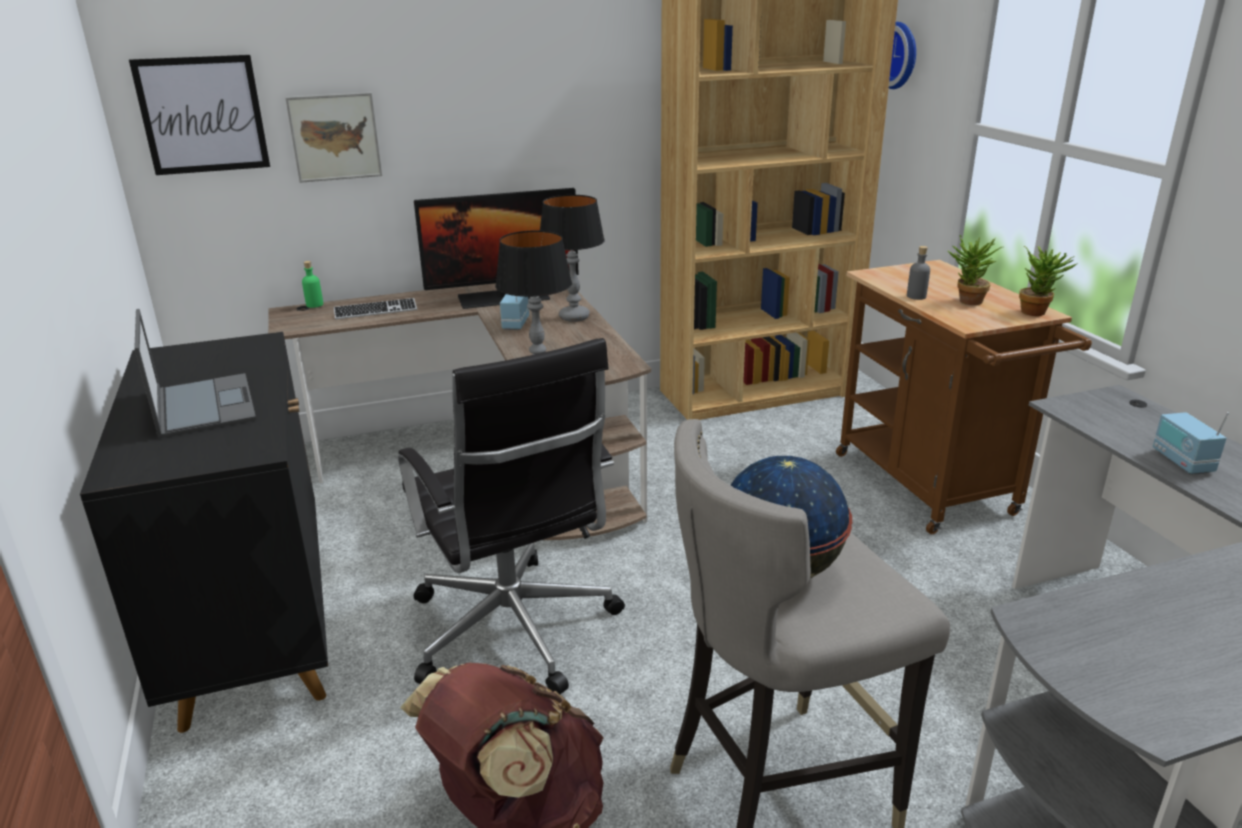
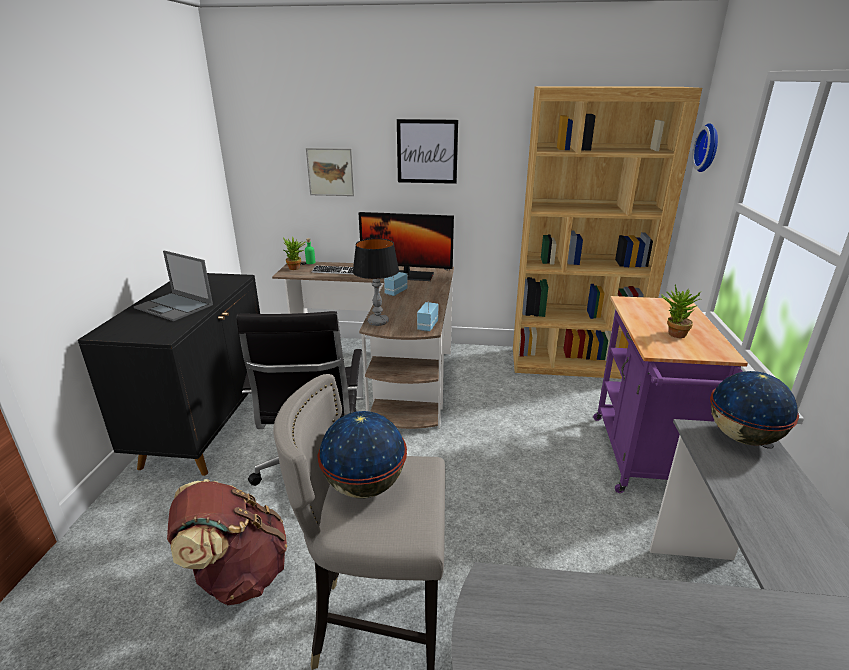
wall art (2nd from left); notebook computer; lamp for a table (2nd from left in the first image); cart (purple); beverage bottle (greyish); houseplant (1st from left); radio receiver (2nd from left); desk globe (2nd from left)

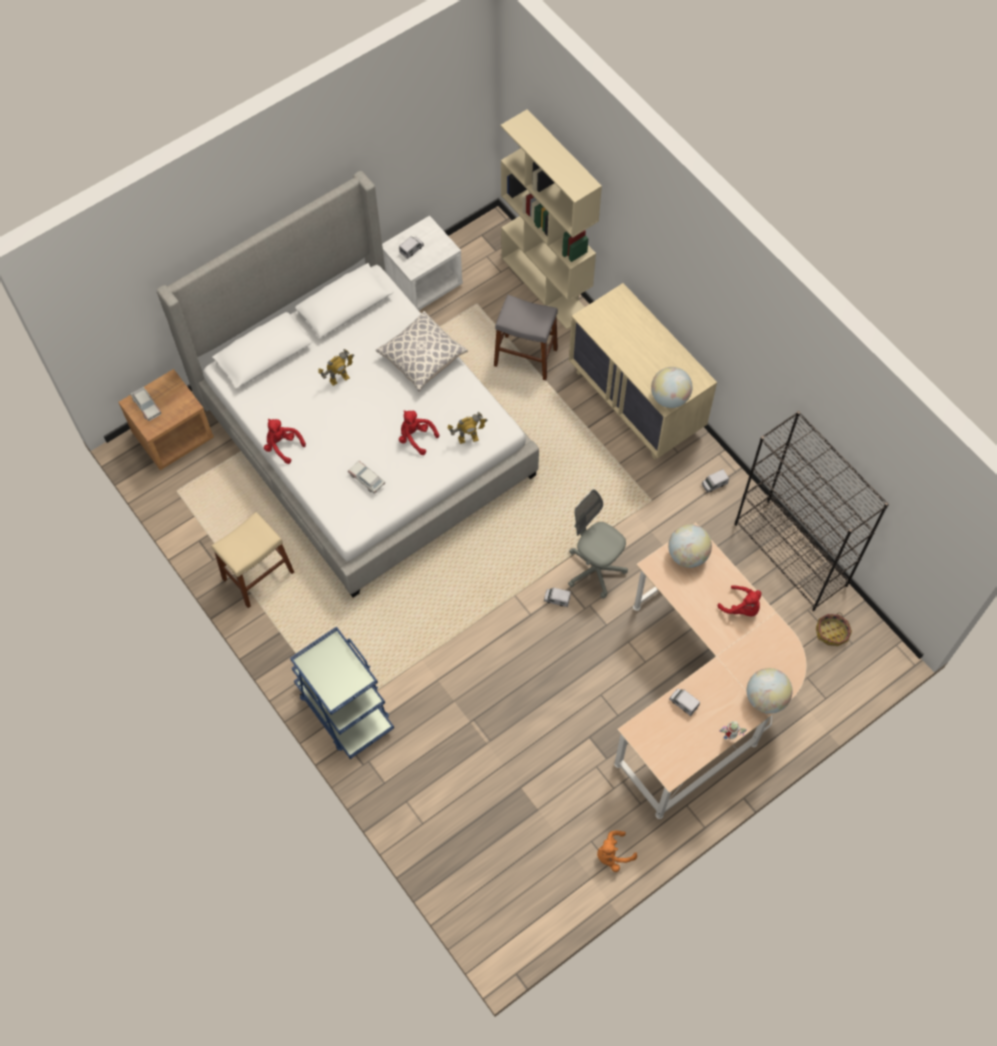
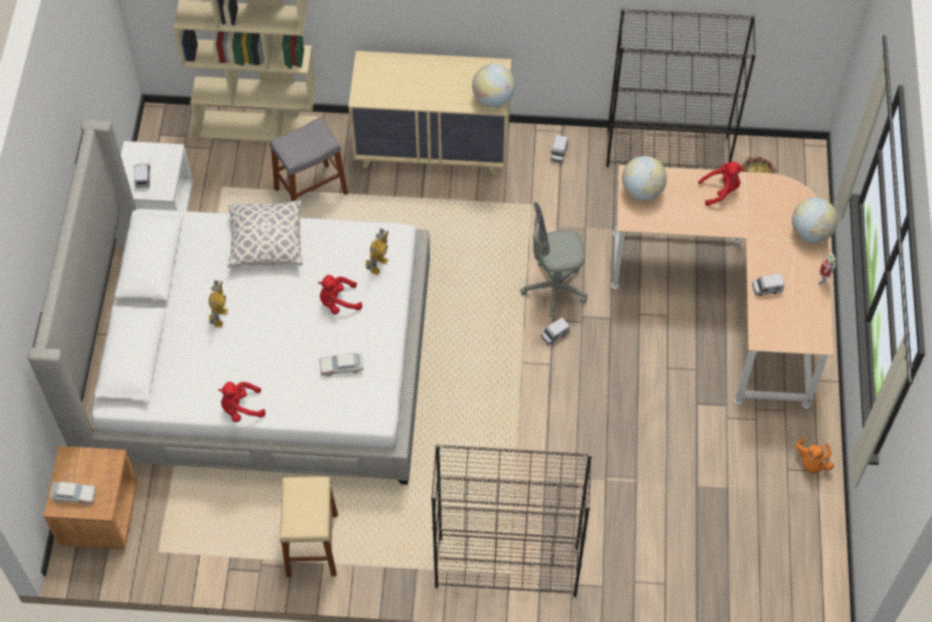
shelving unit (black) (1st from left)

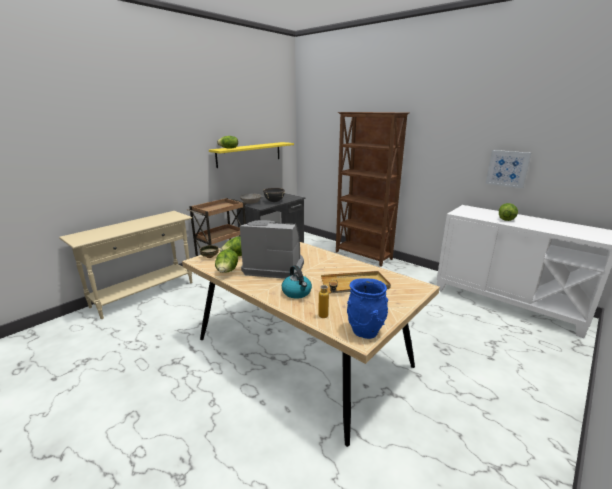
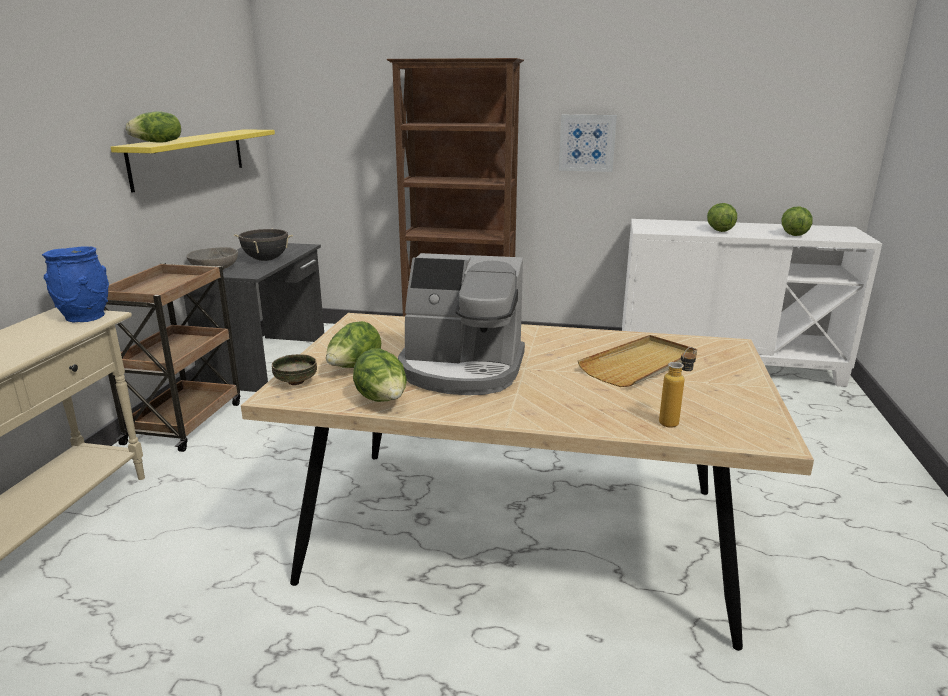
coffee maker; tea kettle; flower vase (blue); wall art; head of lettuce (5th from left)

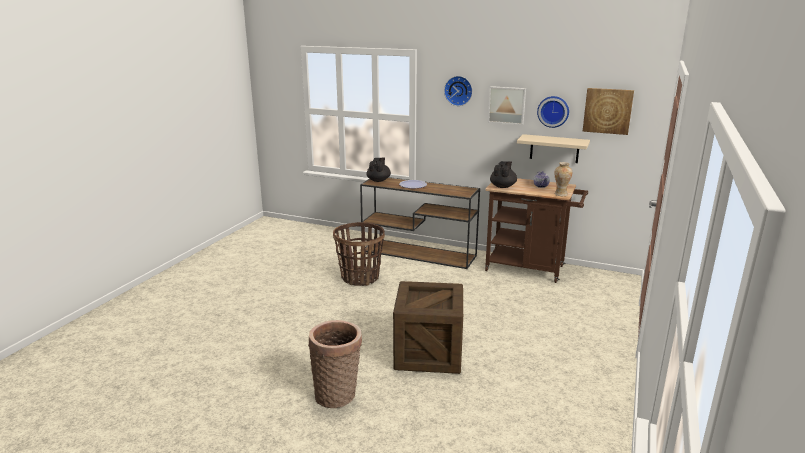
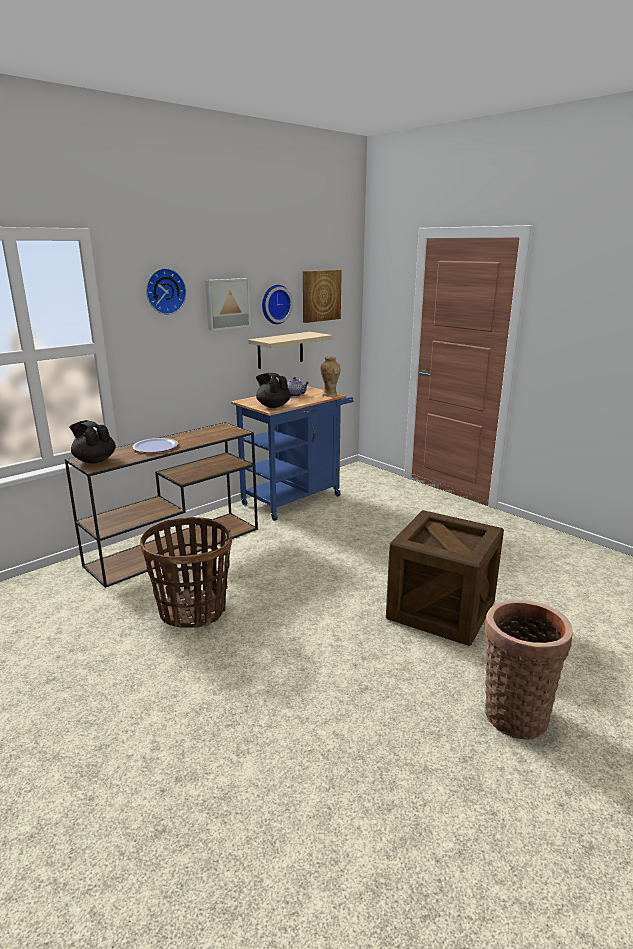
cart (blue)

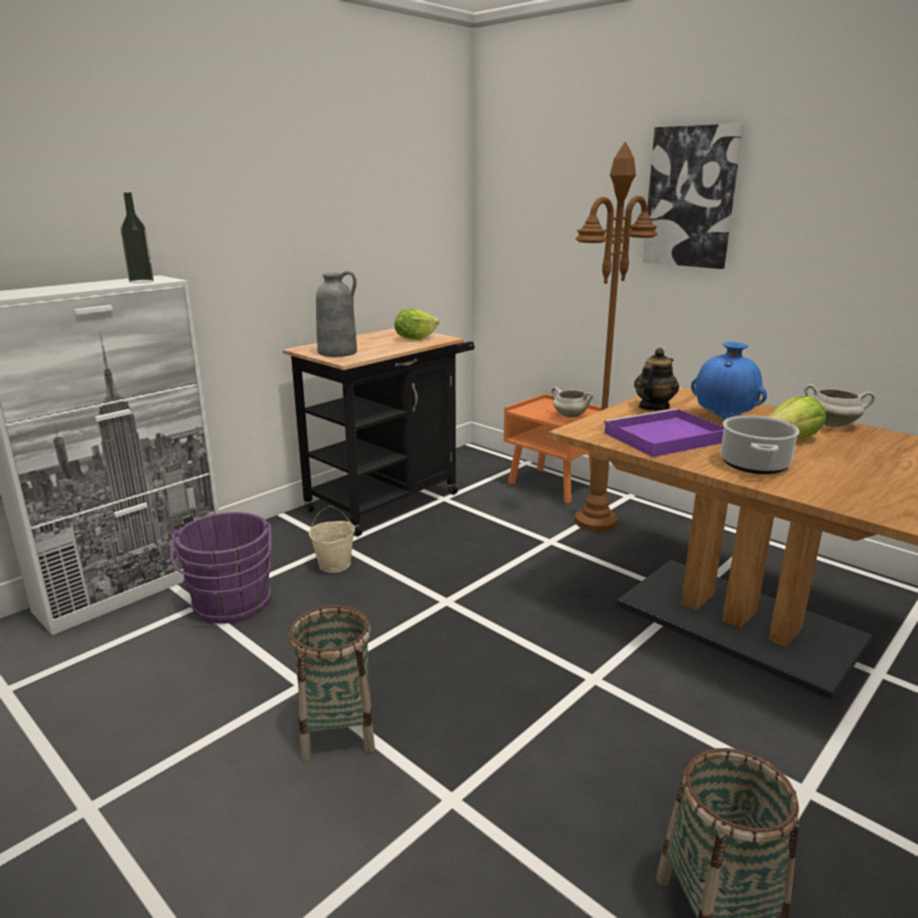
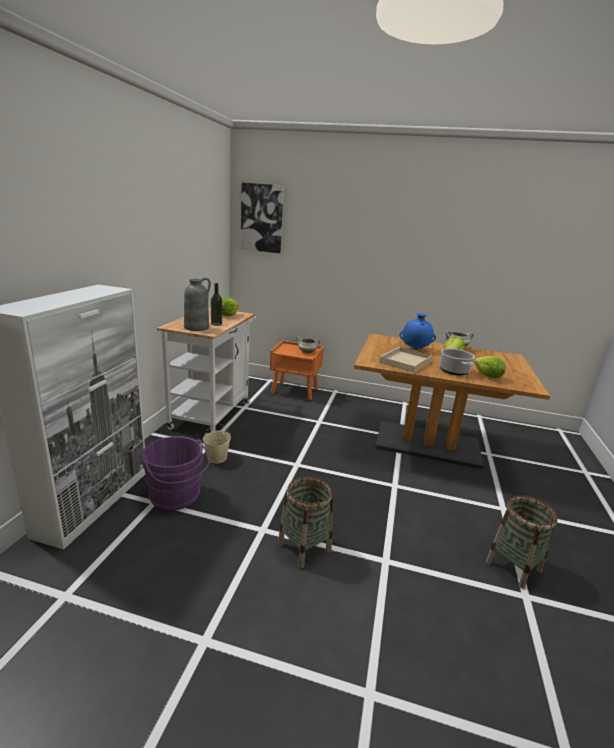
beverage bottle; cart (white-coloured); standard lamp (brown-coloured); serving tray (sand-coloured); pot for tea; wall art; head of lettuce (3rd from left)

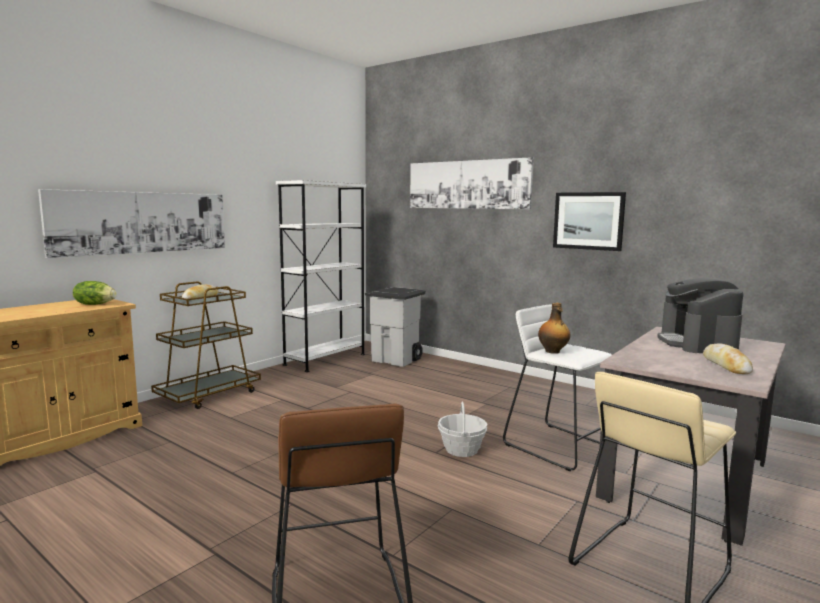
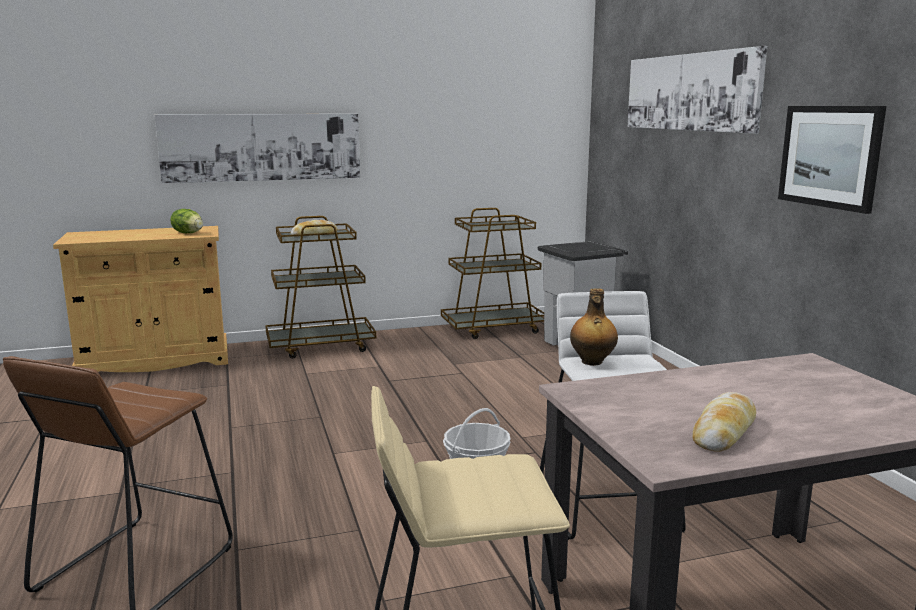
cart (brown-coloured) (2nd from left); coffee maker

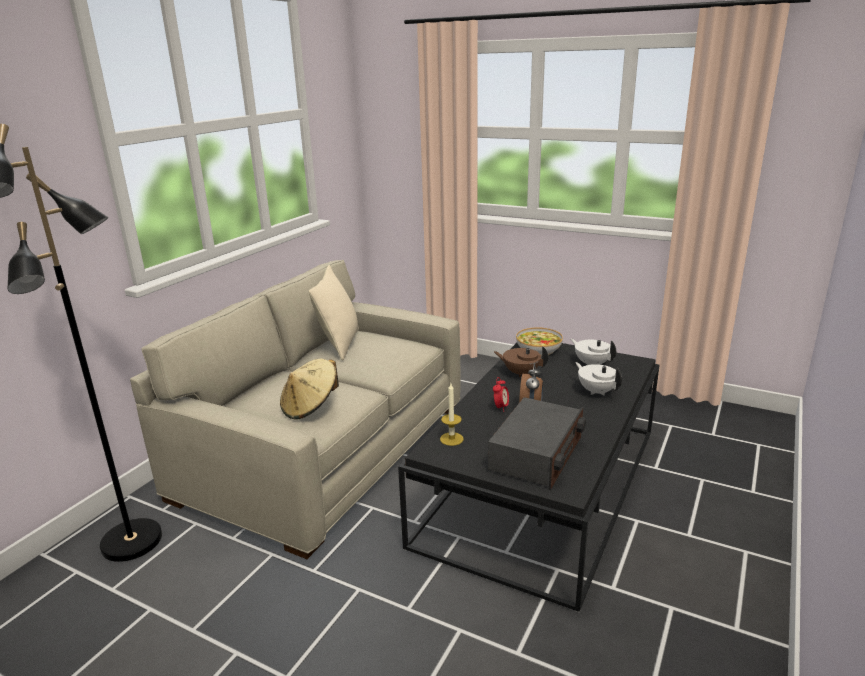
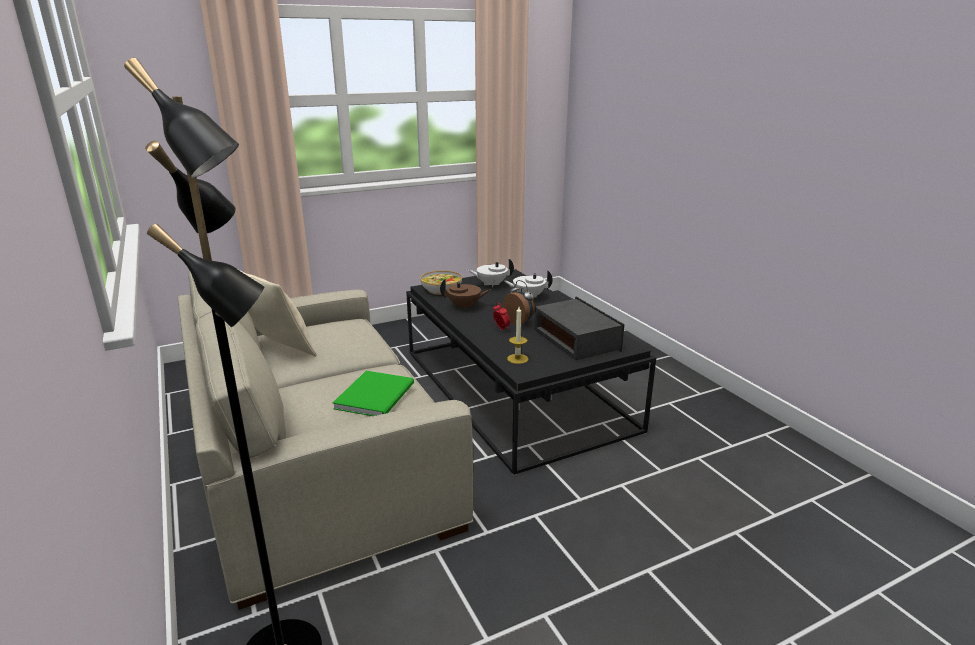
bound book (green); pot for tea (brown-coloured)

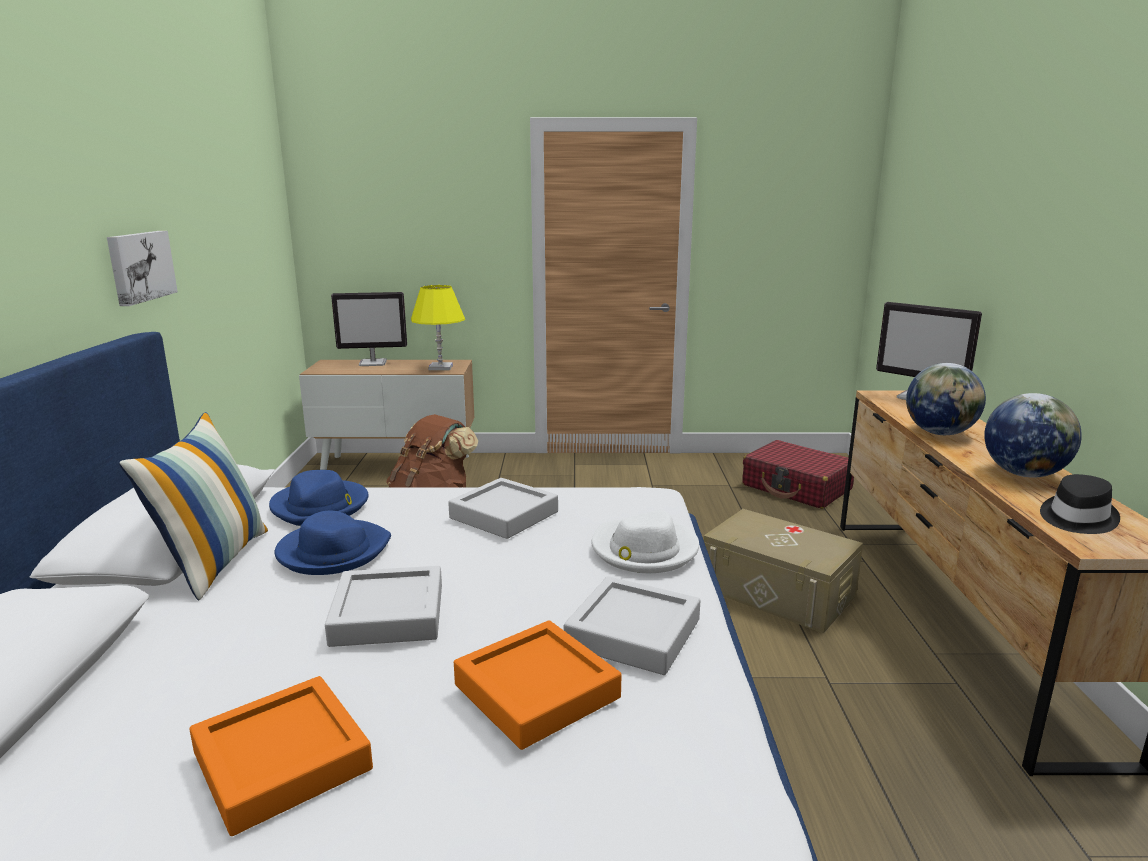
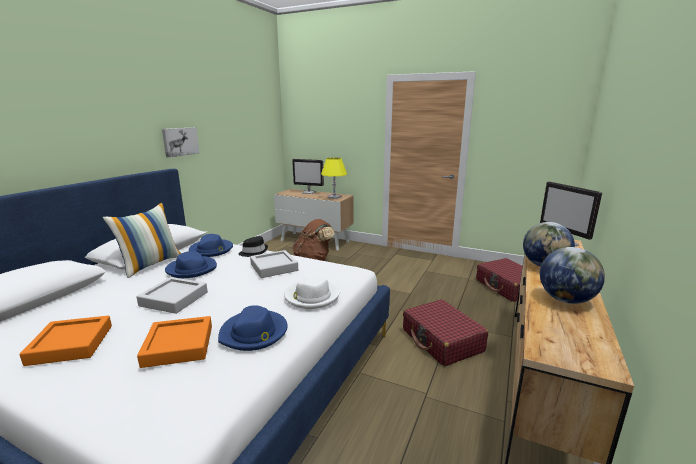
wearable hat (blue) (3rd from left); travel case (red) (1st from left); wearable hat (black)

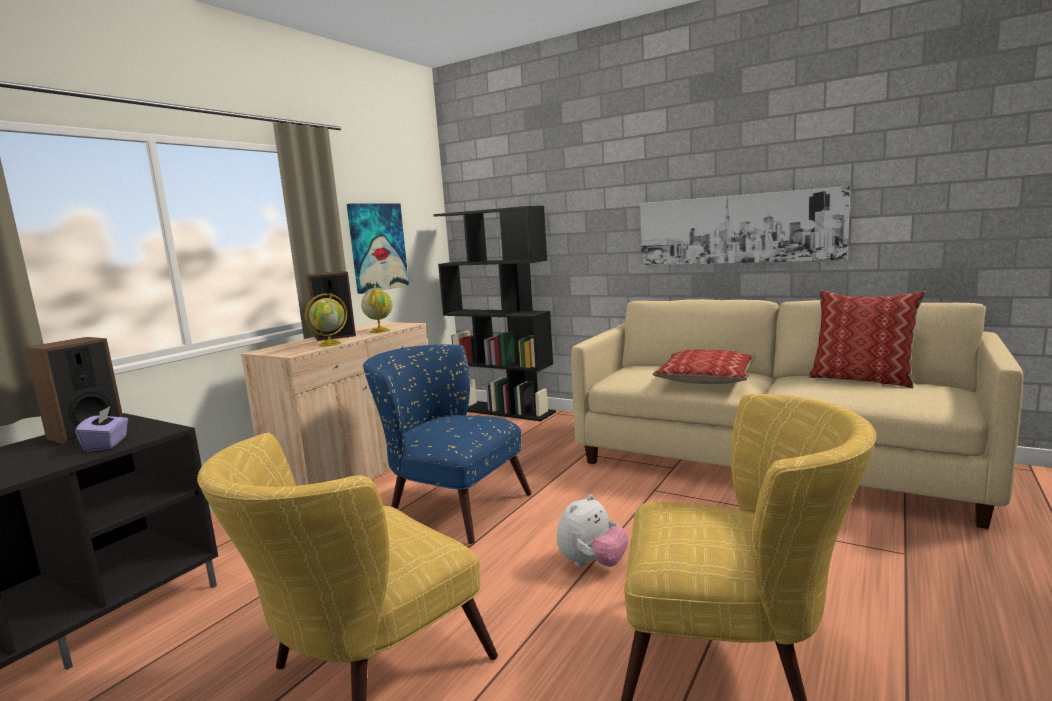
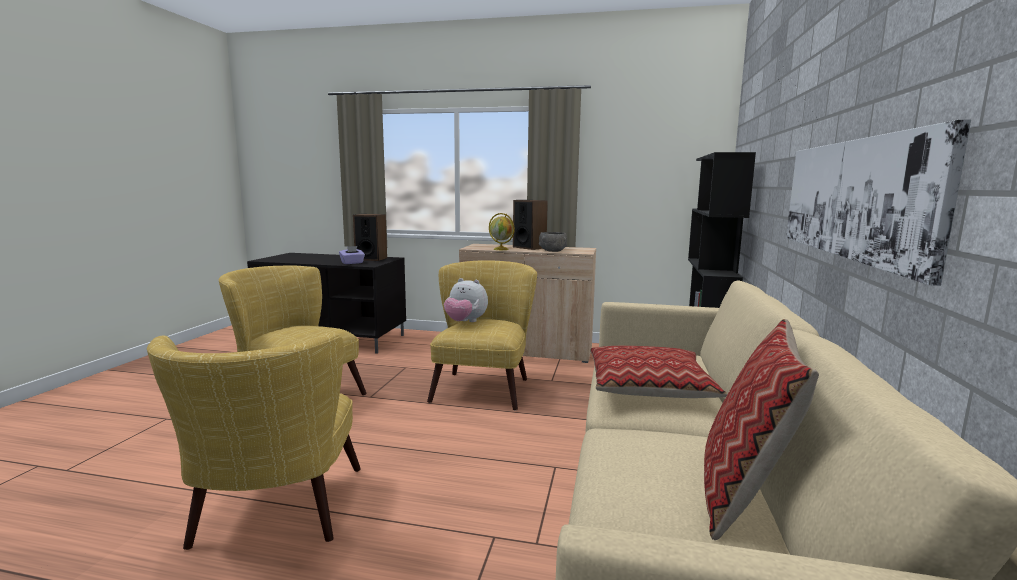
wall art (1st from left in the first image); serving bowl (greyish); easy chair (yellowish) (3rd from left); soft toy

